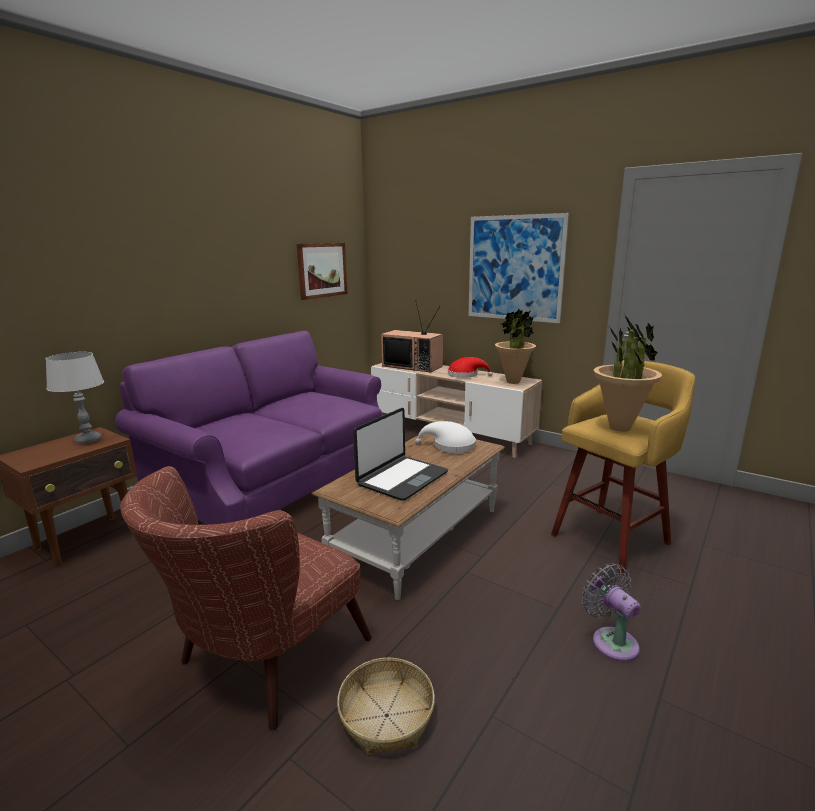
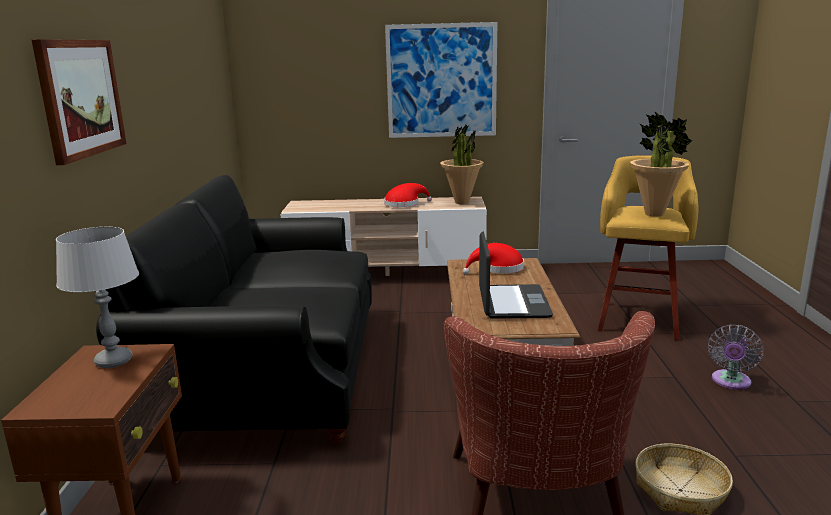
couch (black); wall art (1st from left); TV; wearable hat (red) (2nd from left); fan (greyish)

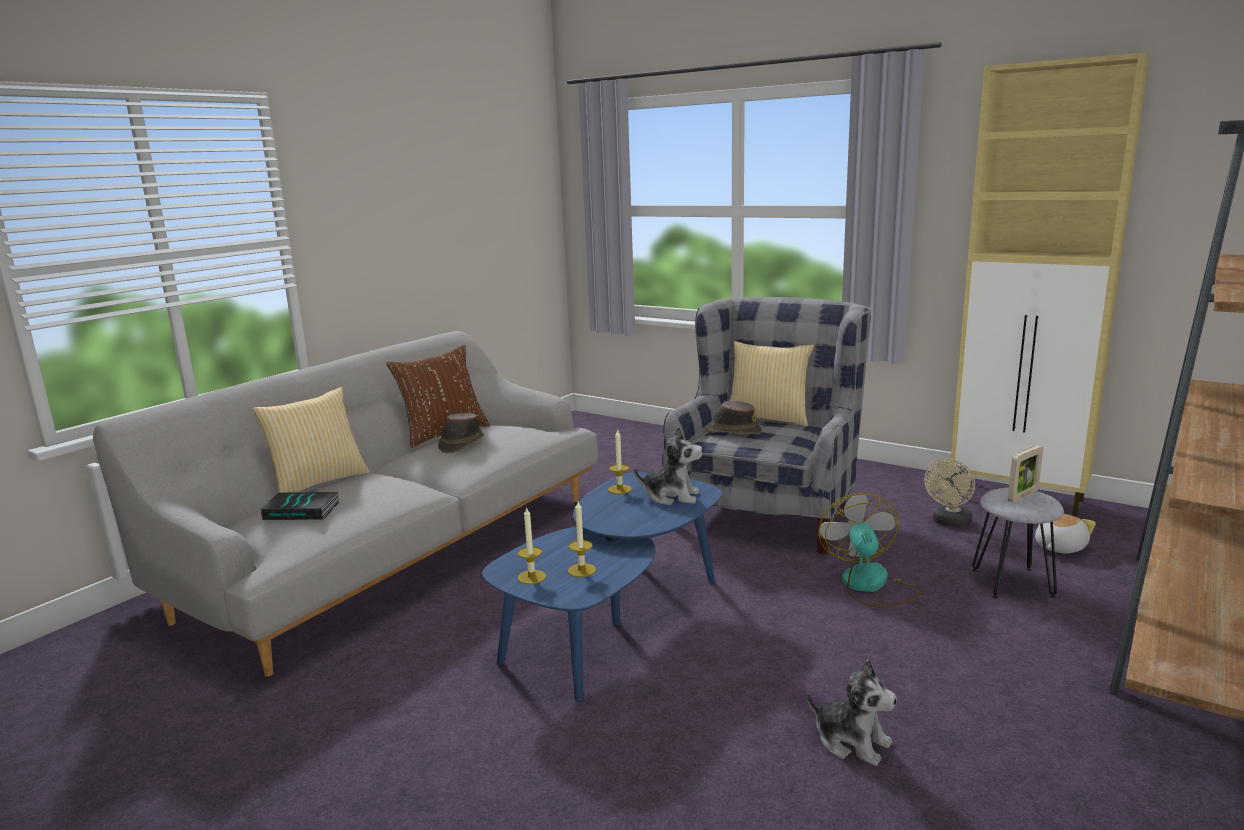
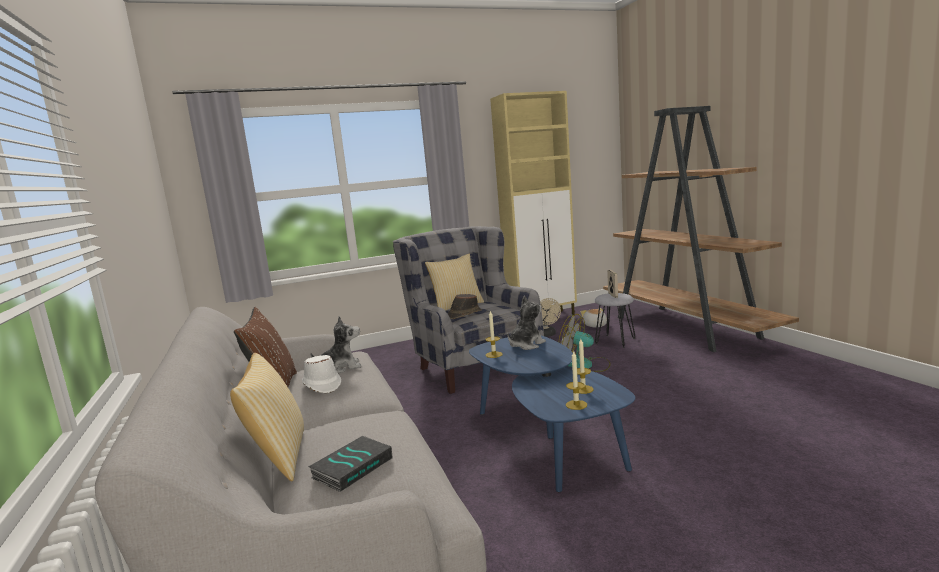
wearable hat (white-coloured); soft toy (1st from left)

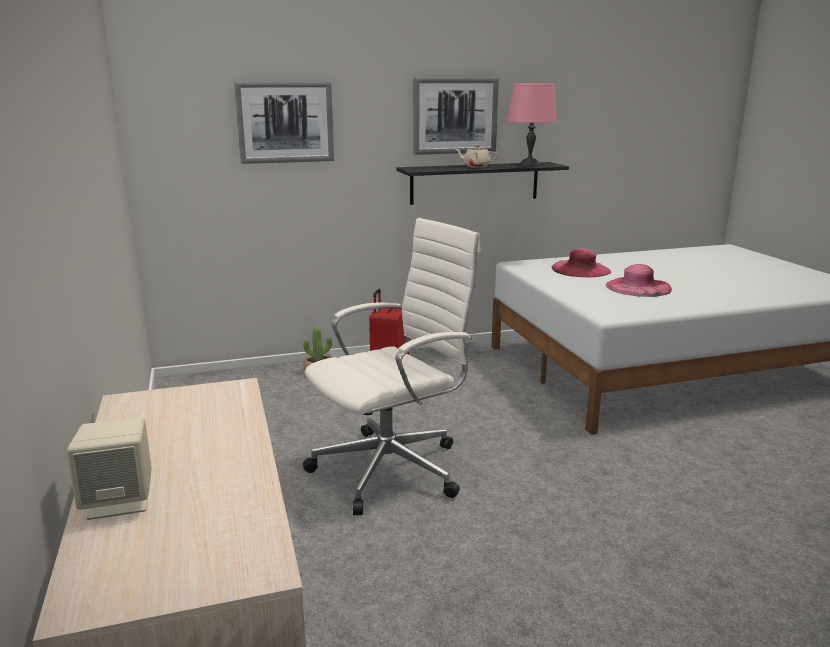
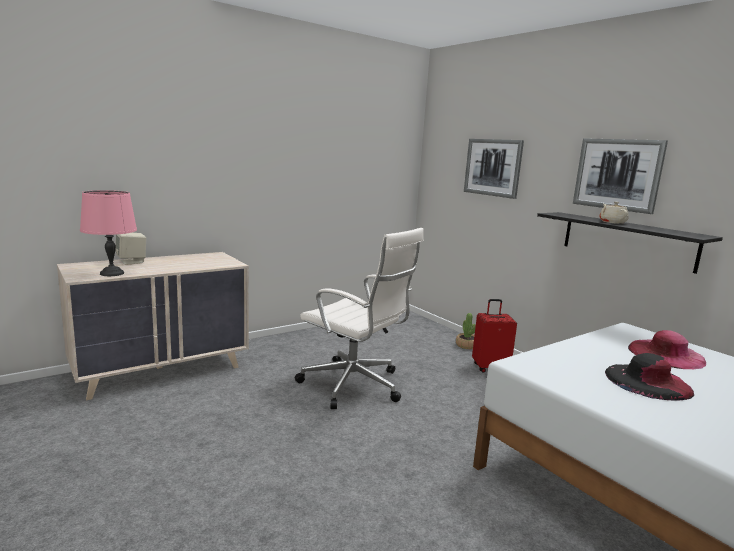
lamp for a table (pink-coloured); wearable hat (black)

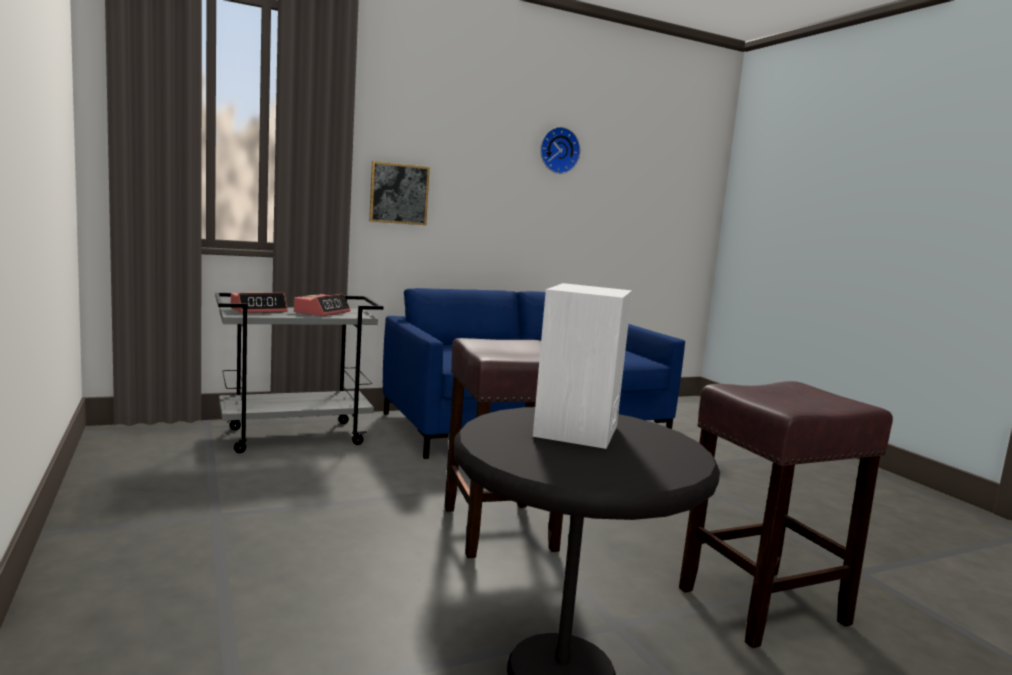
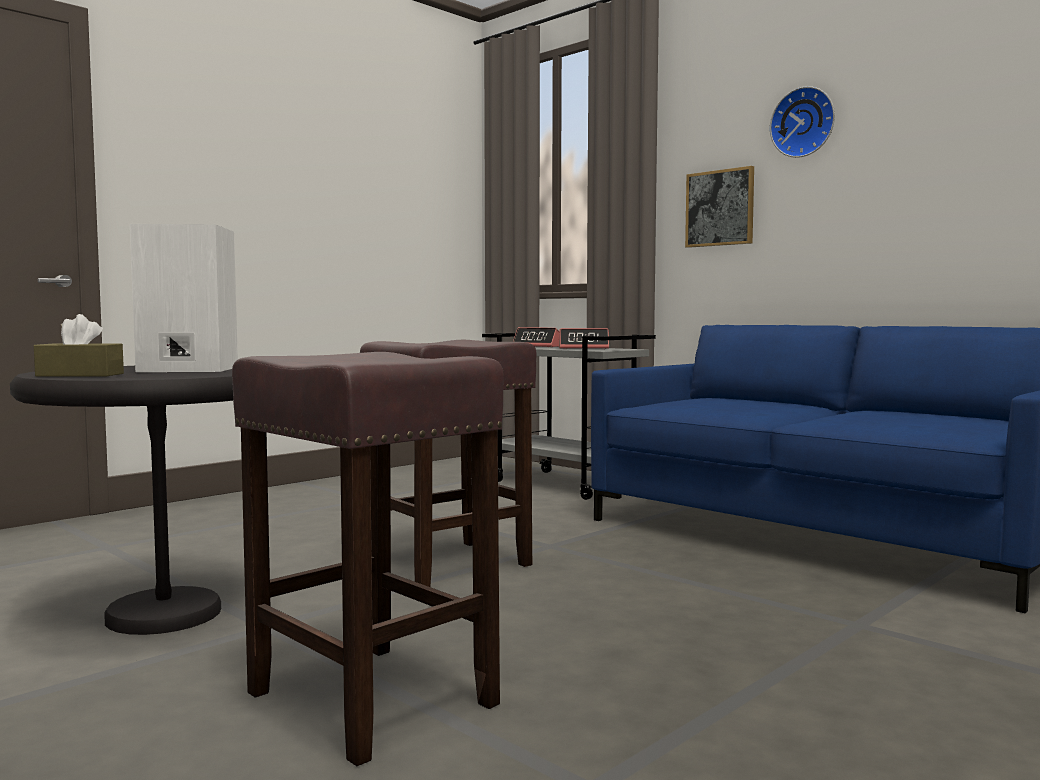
wall clock; box of tissues (brown-coloured)

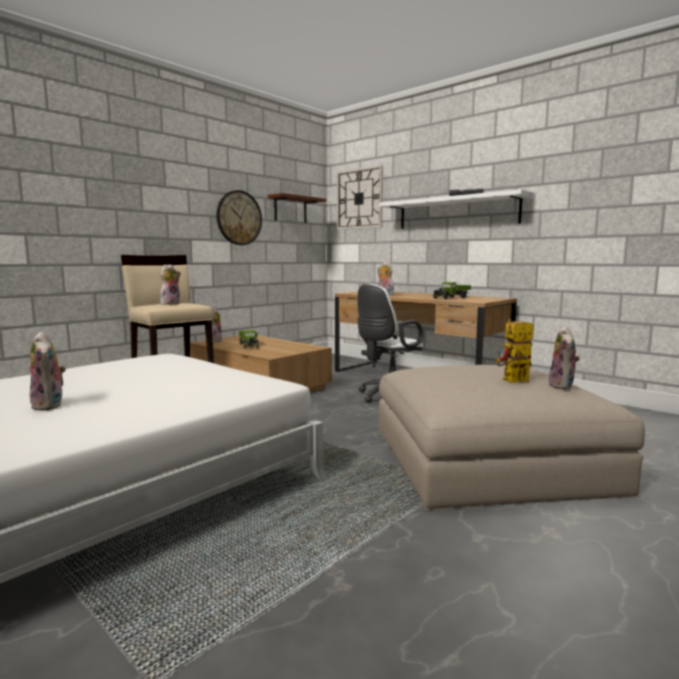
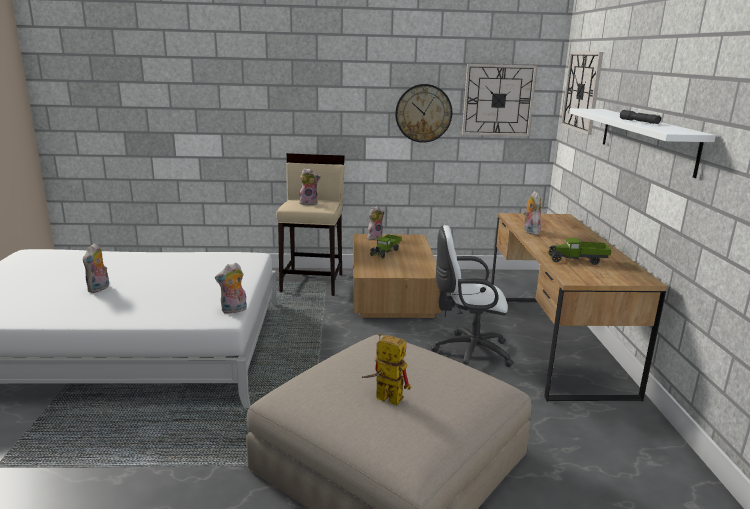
wall clock (2nd from left); soft toy (2nd from left)

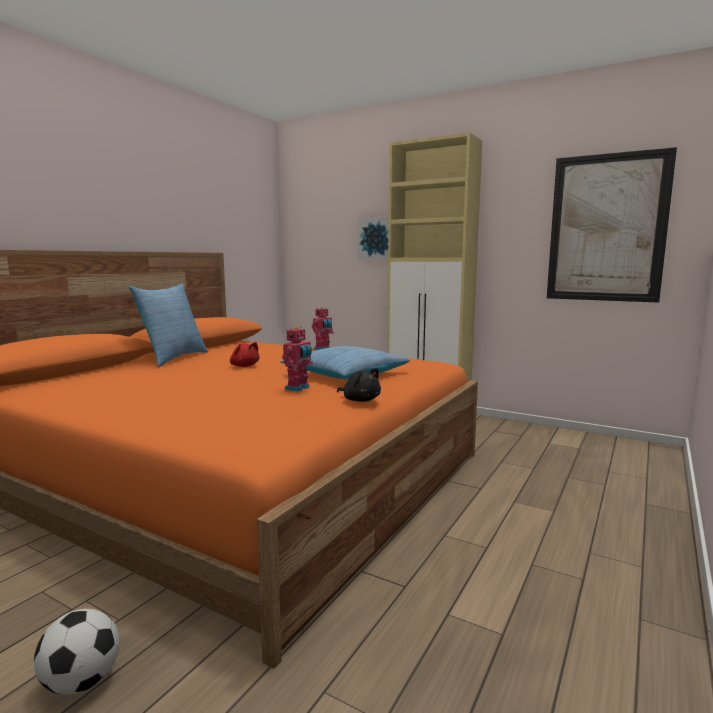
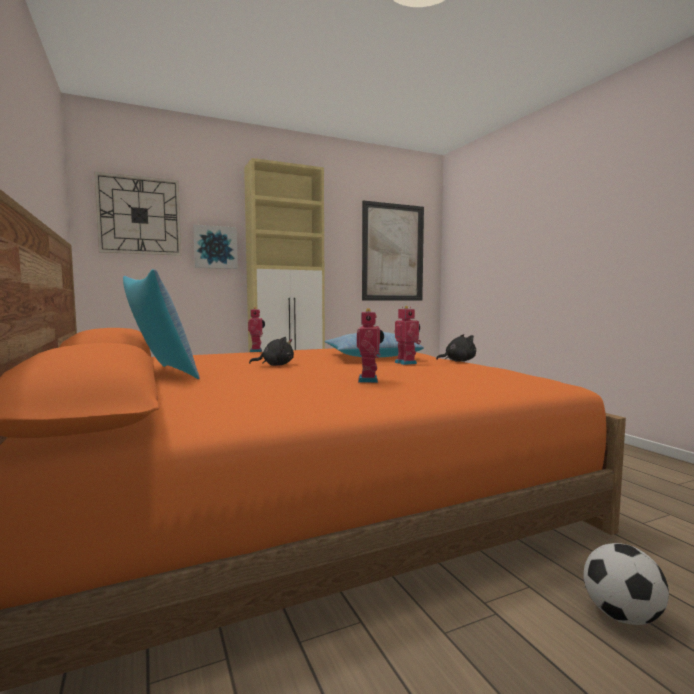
soft toy (black) (1st from left); wall clock; toy robot (2nd from left)

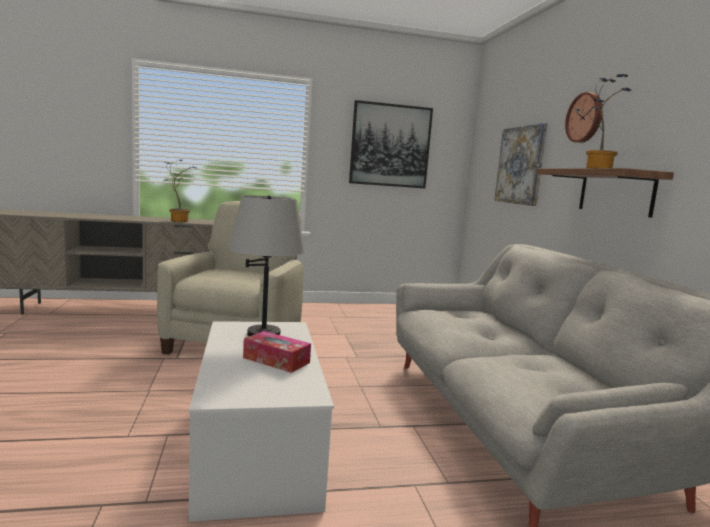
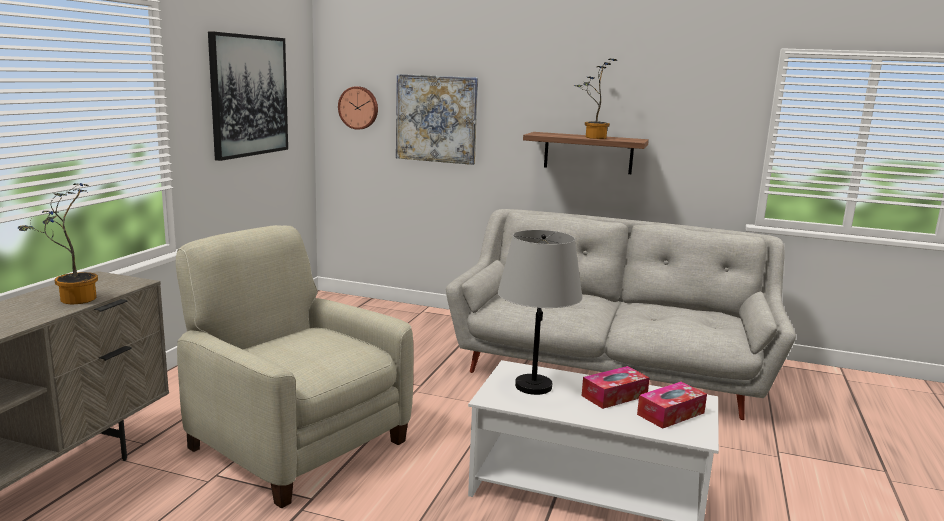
wall clock; box of tissues (2nd from left)

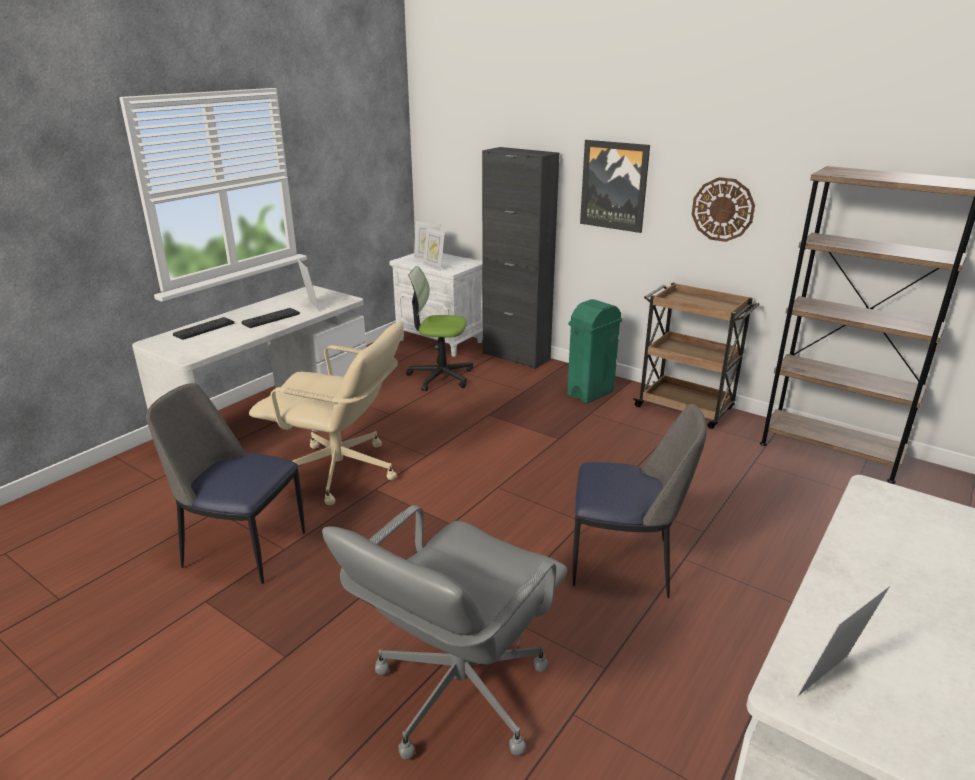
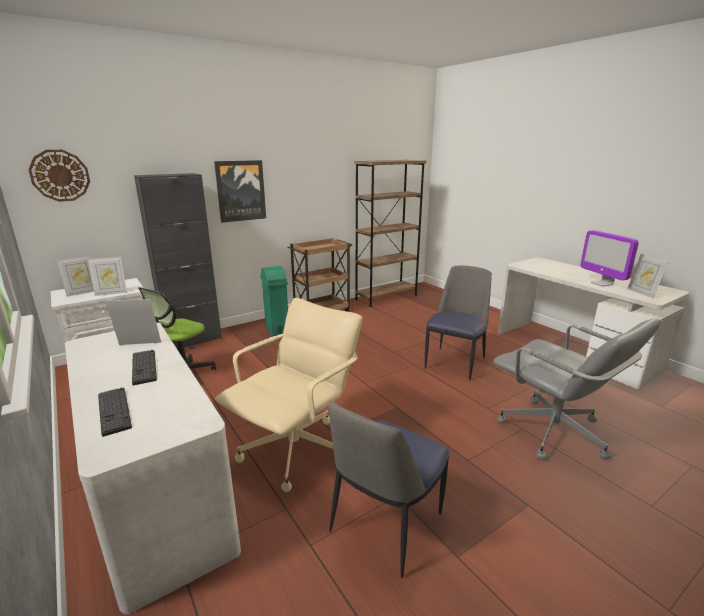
wall clock; computer screen

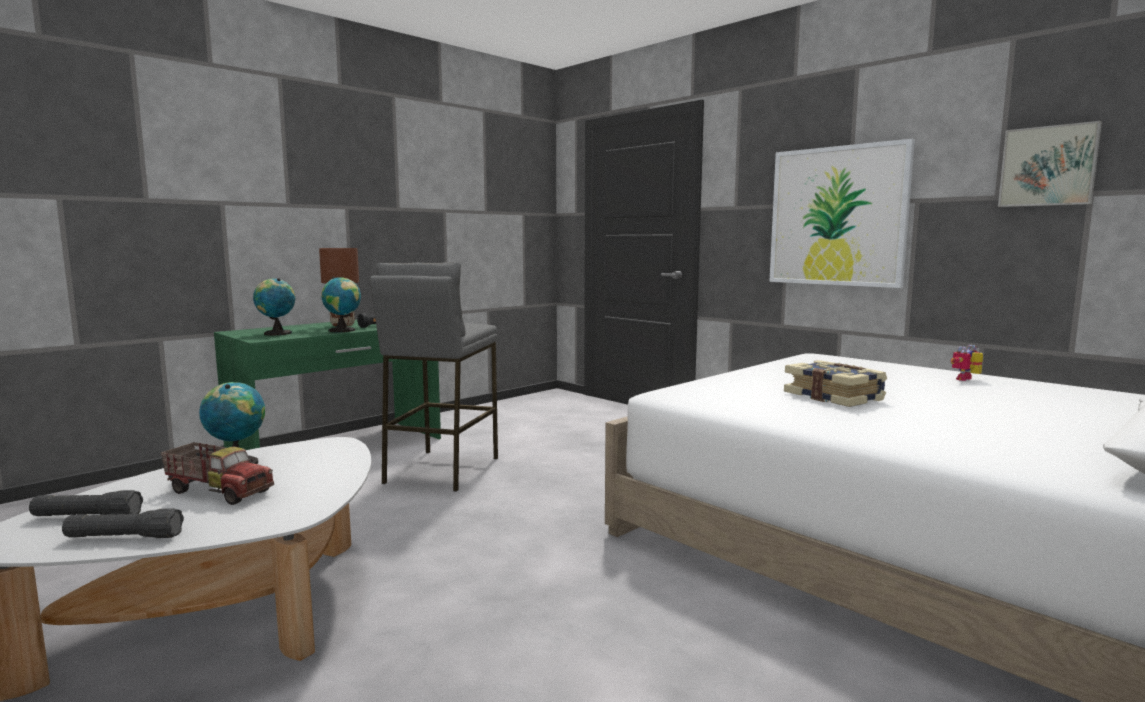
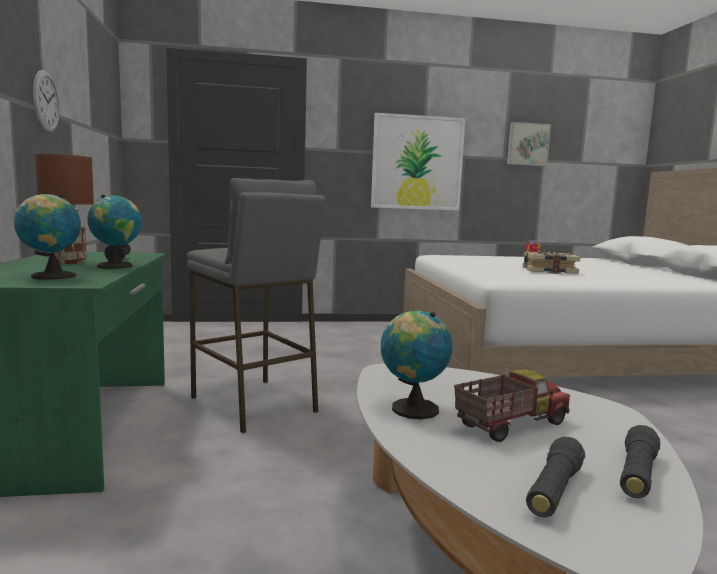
wall clock

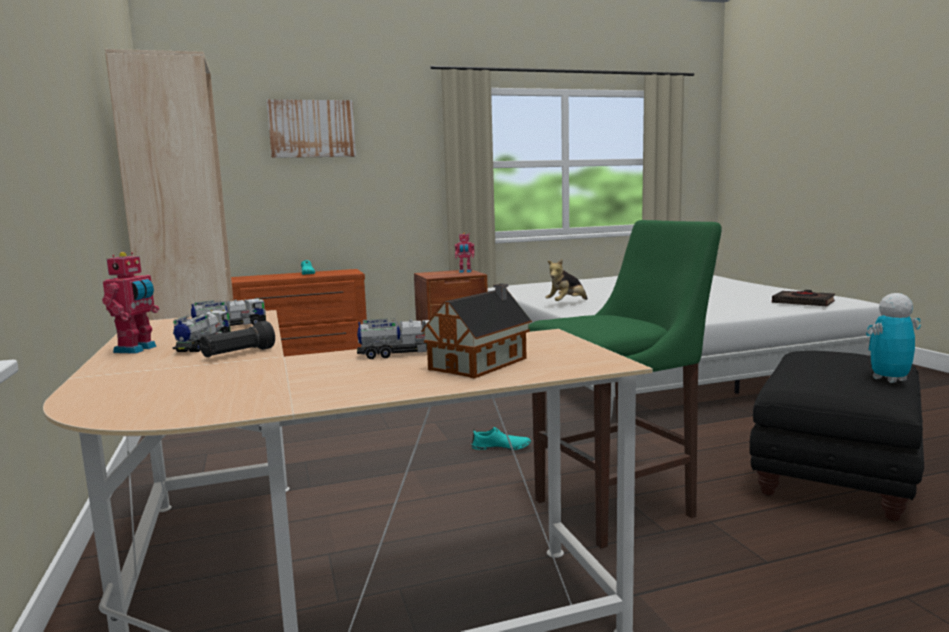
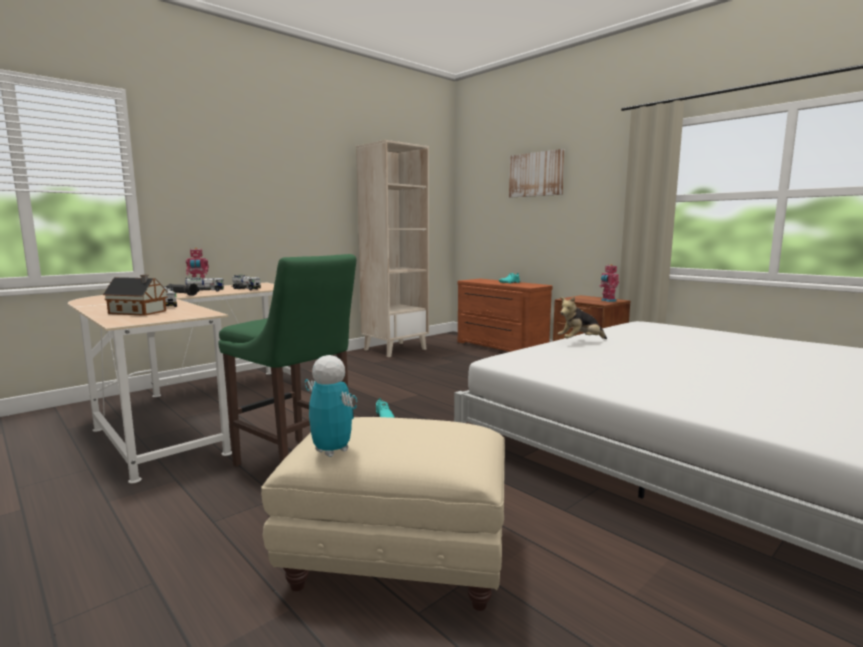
soft toy; pouffe (sand-coloured); bound book (black)

